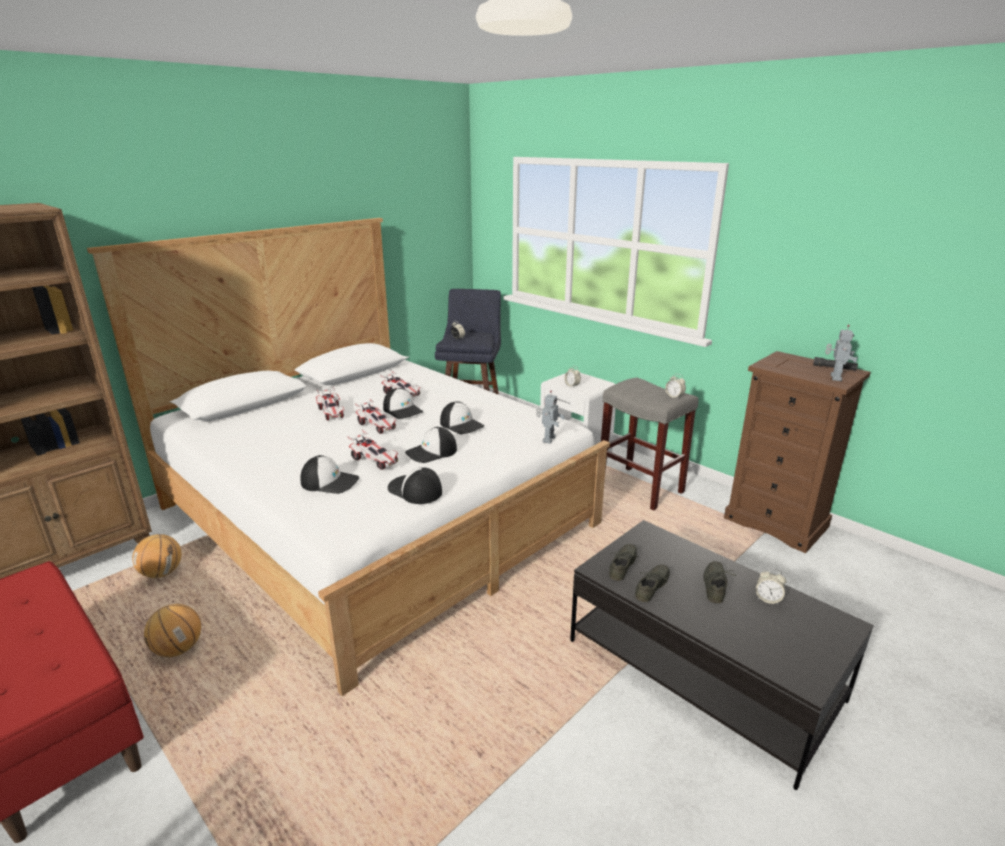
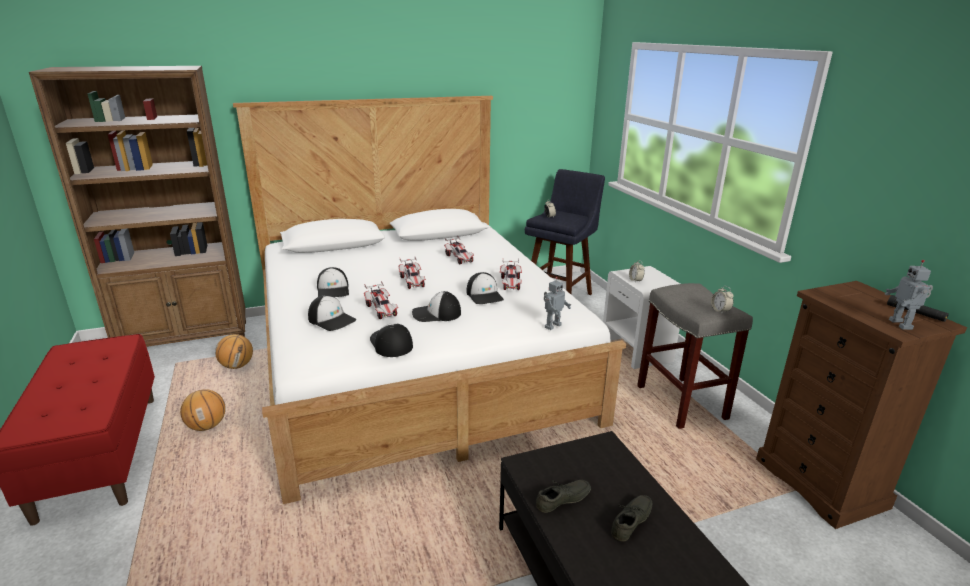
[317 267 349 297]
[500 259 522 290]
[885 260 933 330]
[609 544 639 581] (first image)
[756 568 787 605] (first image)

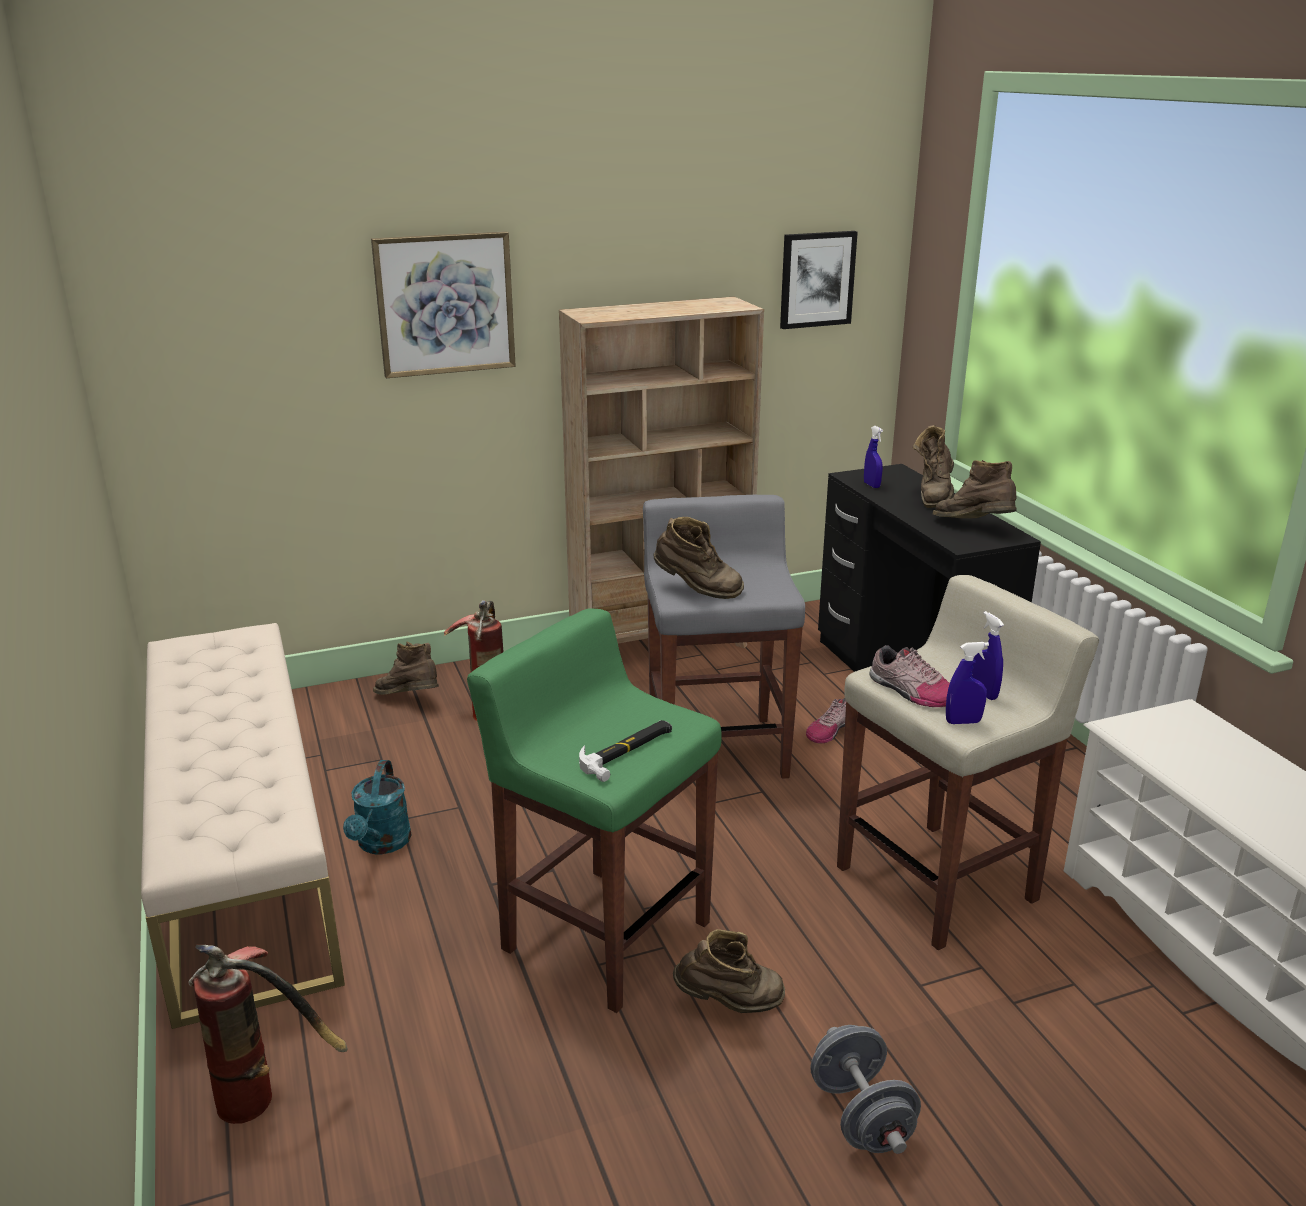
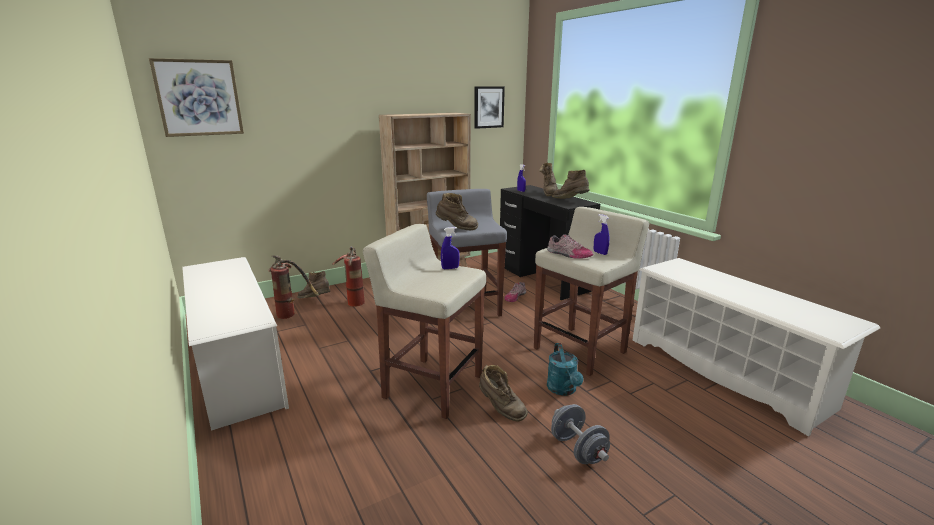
[149 58 244 137]
[182 257 289 431]
[268 256 319 319]
[363 224 486 419]
[441 227 460 269]
[479 365 528 422]
[547 343 584 396]
[579 720 672 782] (first image)

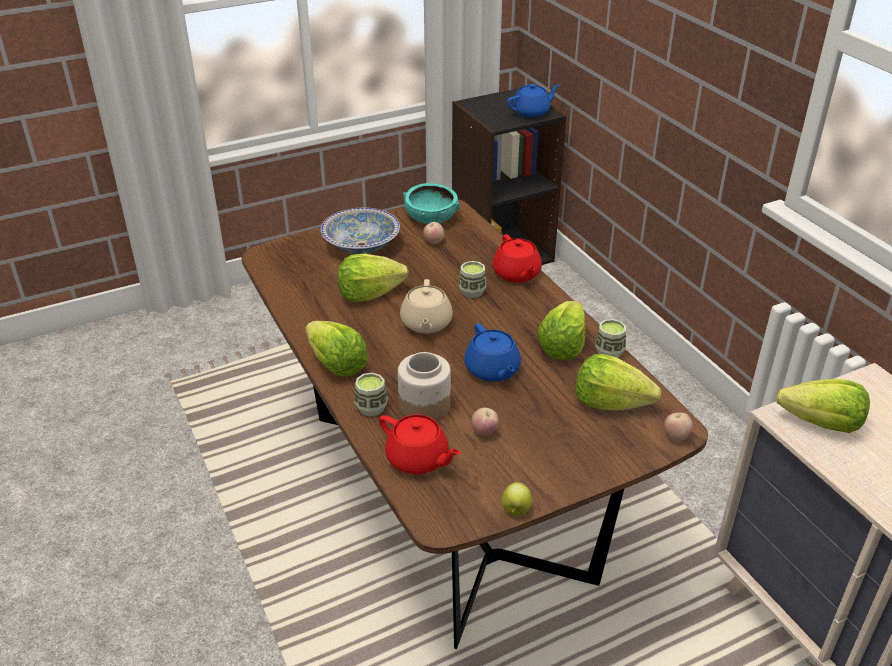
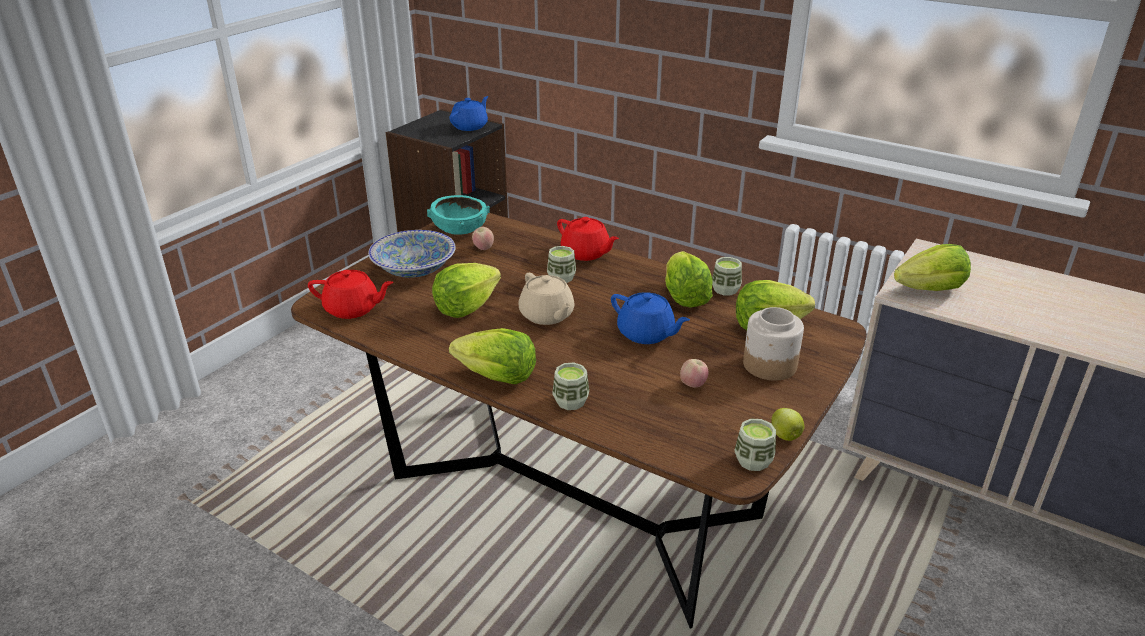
[308 270 394 319]
[734 419 776 471]
[743 307 804 381]
[664 413 693 441] (first image)

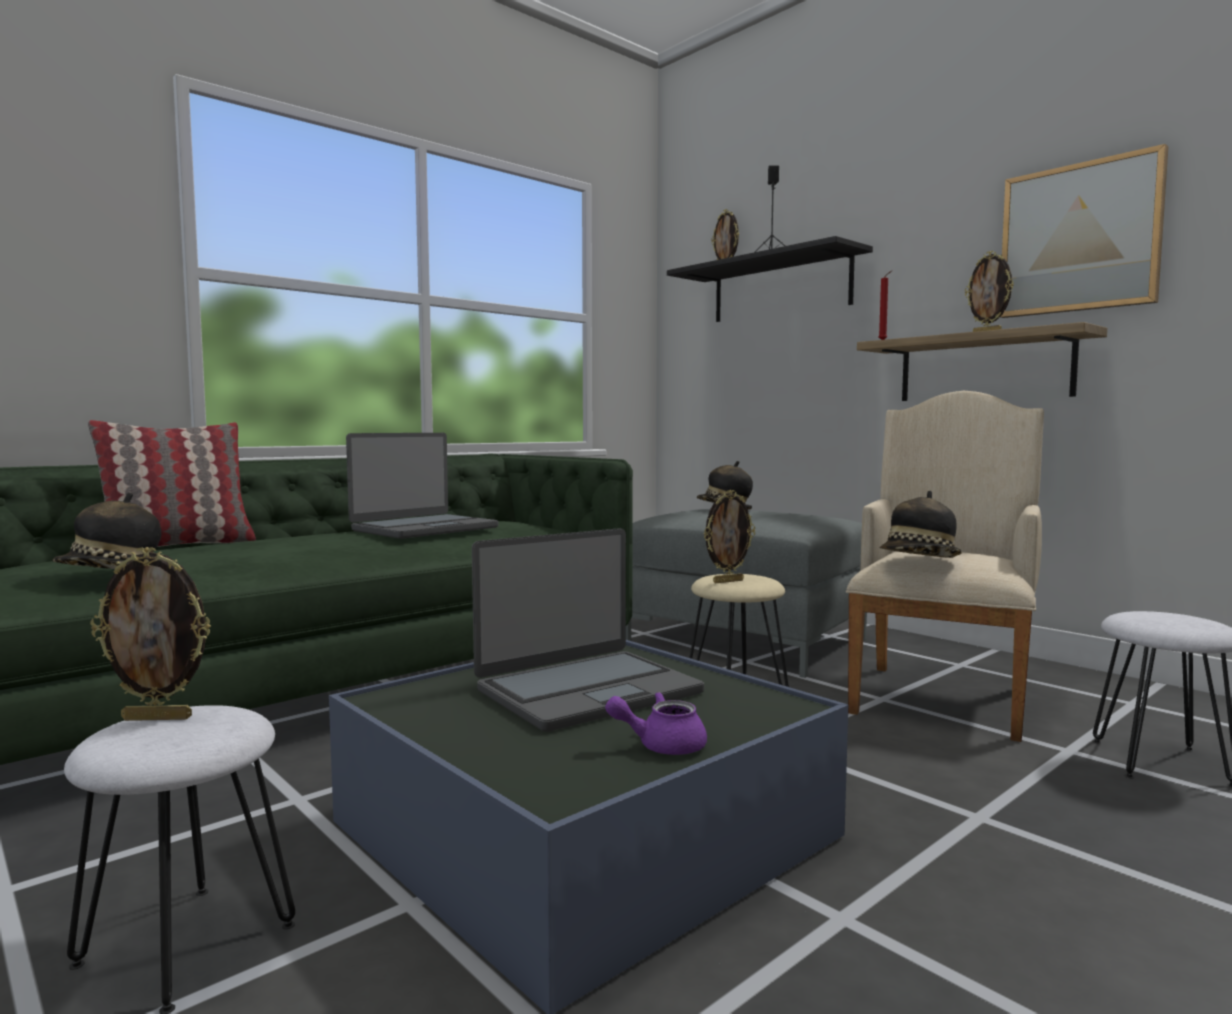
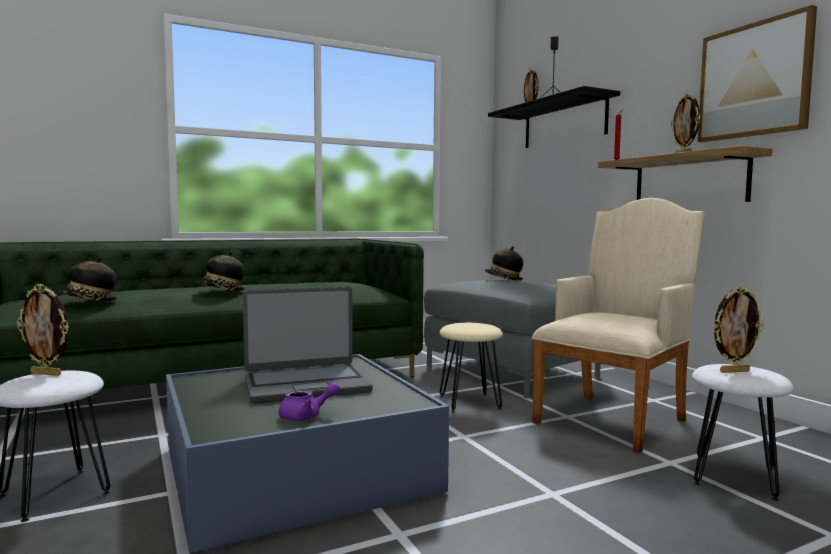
[197 252 245 291]
[279 382 340 421]
[713 286 764 373]
[88 420 256 547] (first image)
[346 433 499 539] (first image)

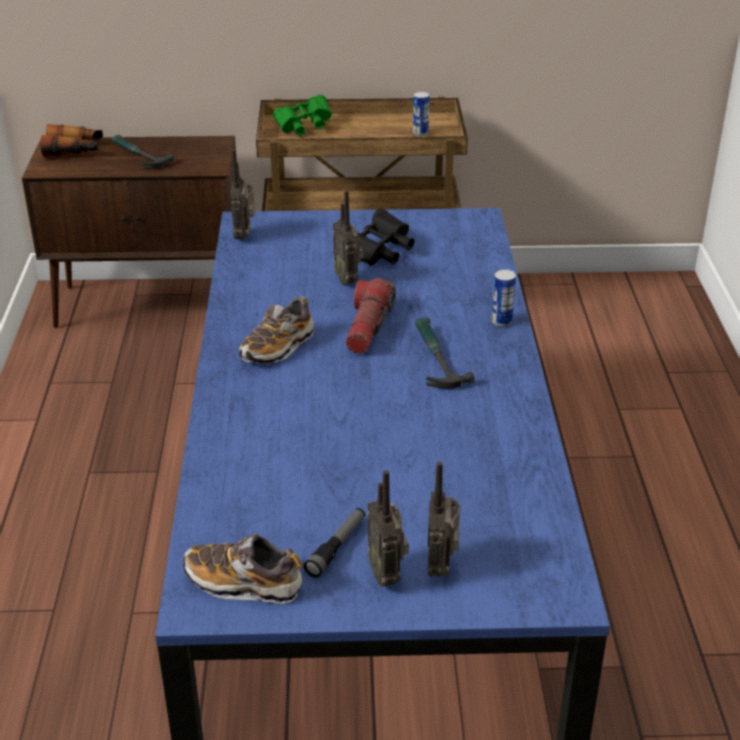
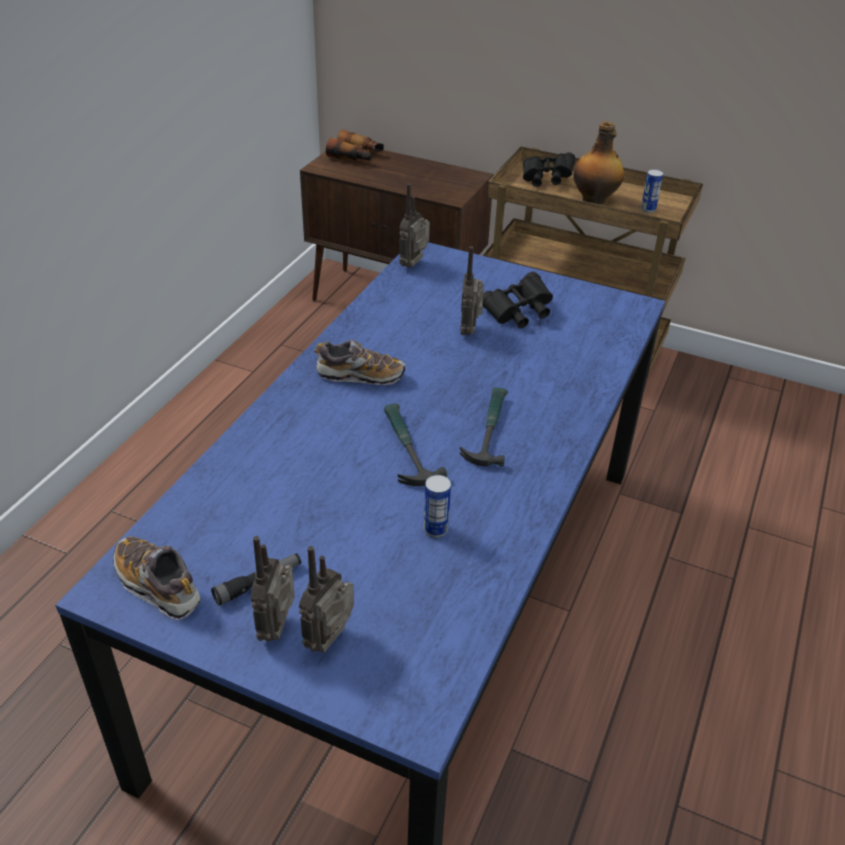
[314 340 406 385]
[384 404 447 486]
[424 475 451 538]
[523 152 575 187]
[573 121 624 205]
[345 278 396 354] (first image)

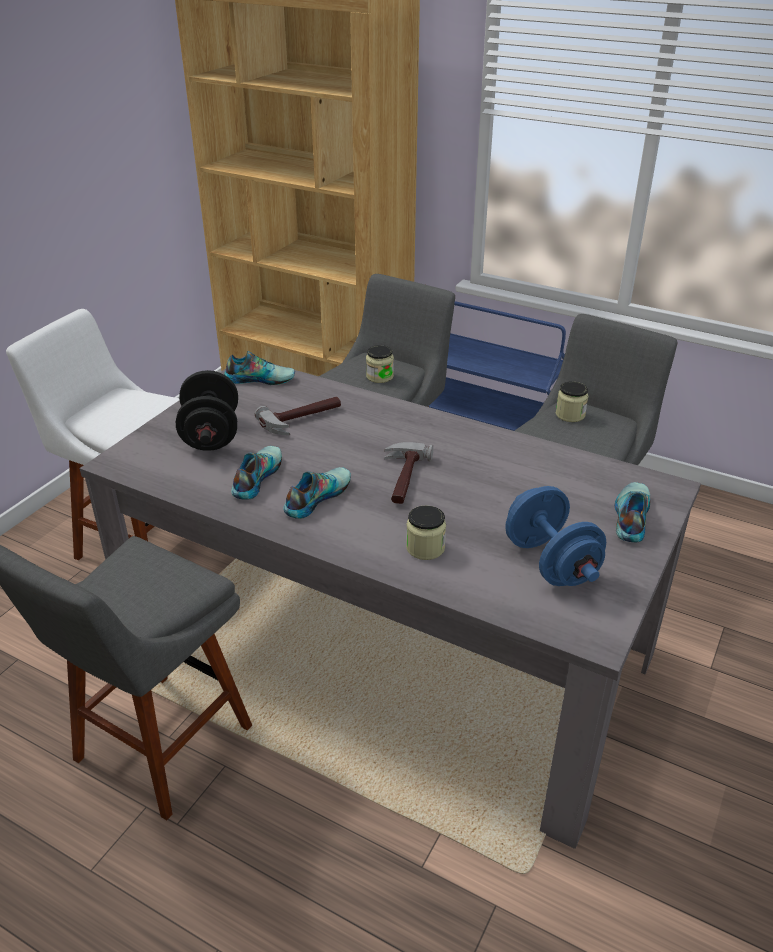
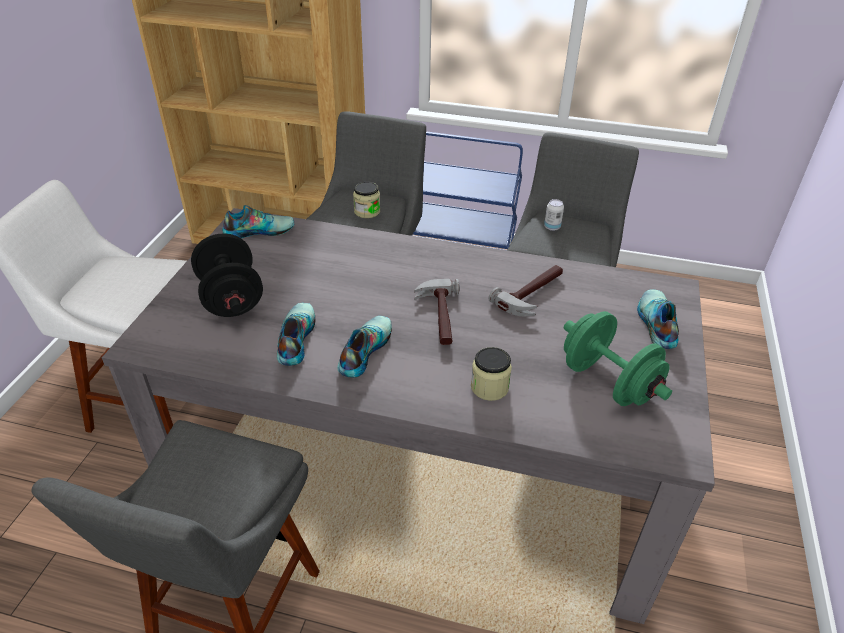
[489 265 563 316]
[544 199 564 231]
[564 311 672 406]

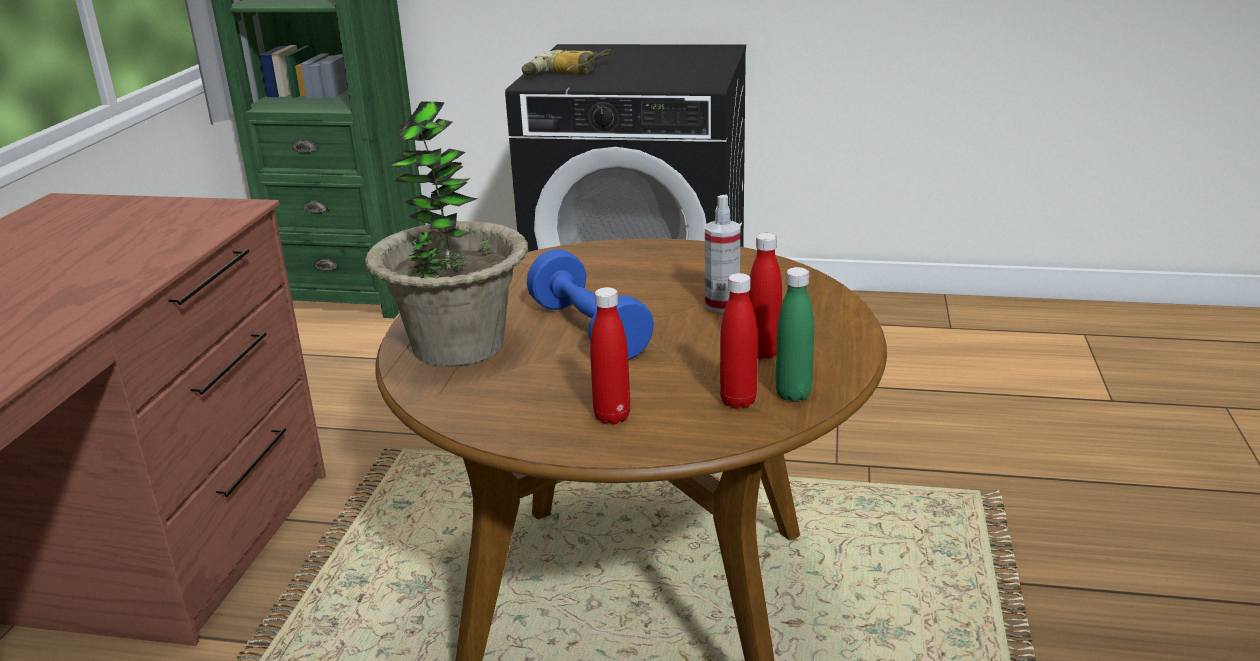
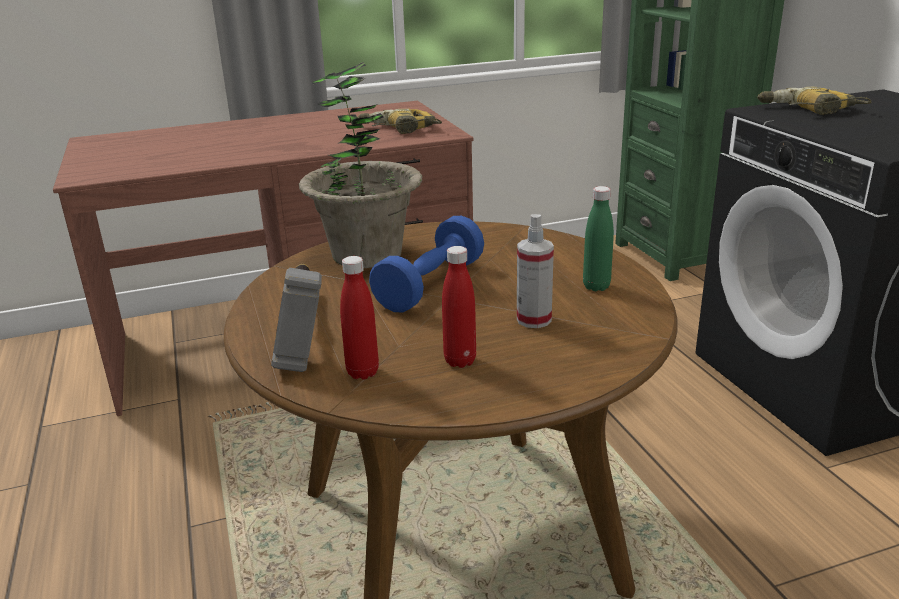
[271 264 322 372]
[358 108 442 134]
[583 186 614 291]

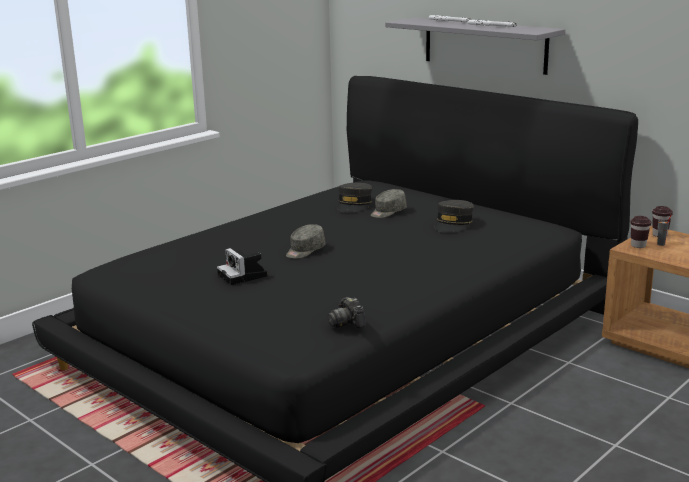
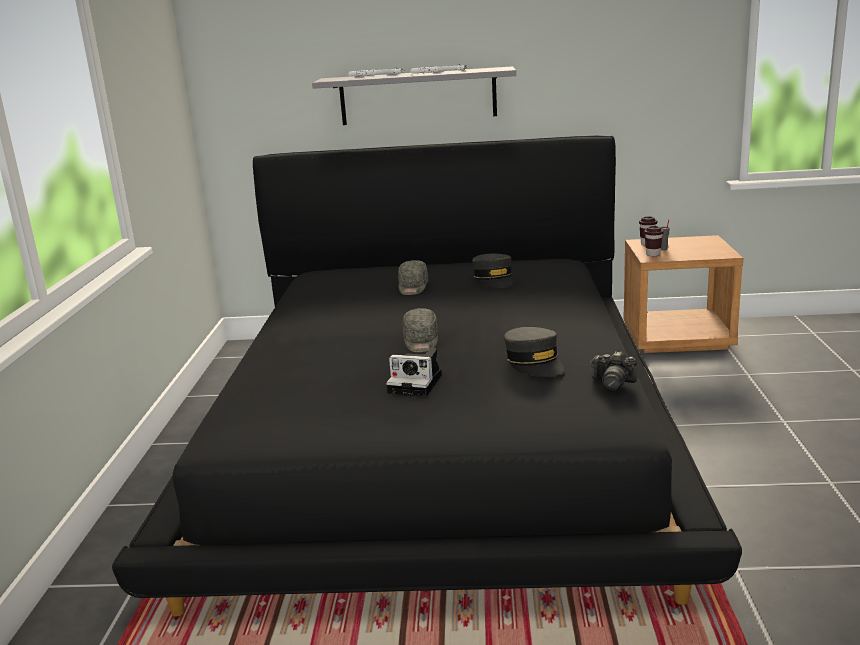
[504 327 564 377]

